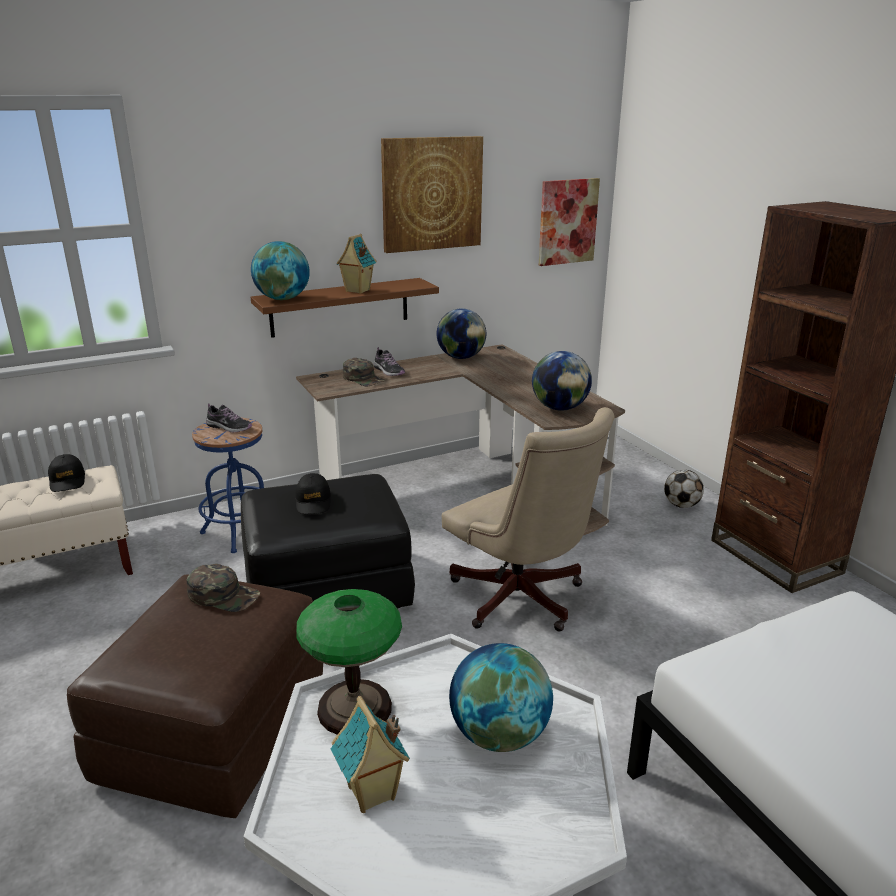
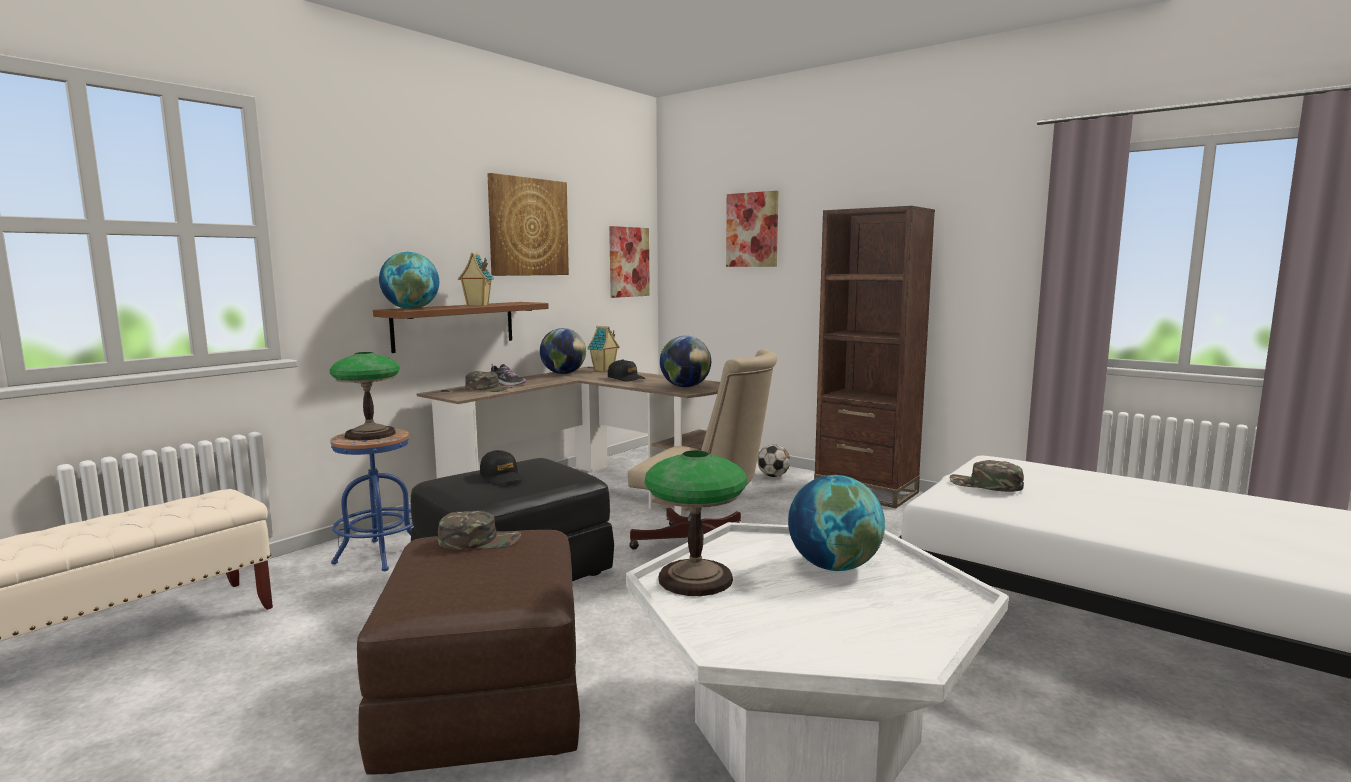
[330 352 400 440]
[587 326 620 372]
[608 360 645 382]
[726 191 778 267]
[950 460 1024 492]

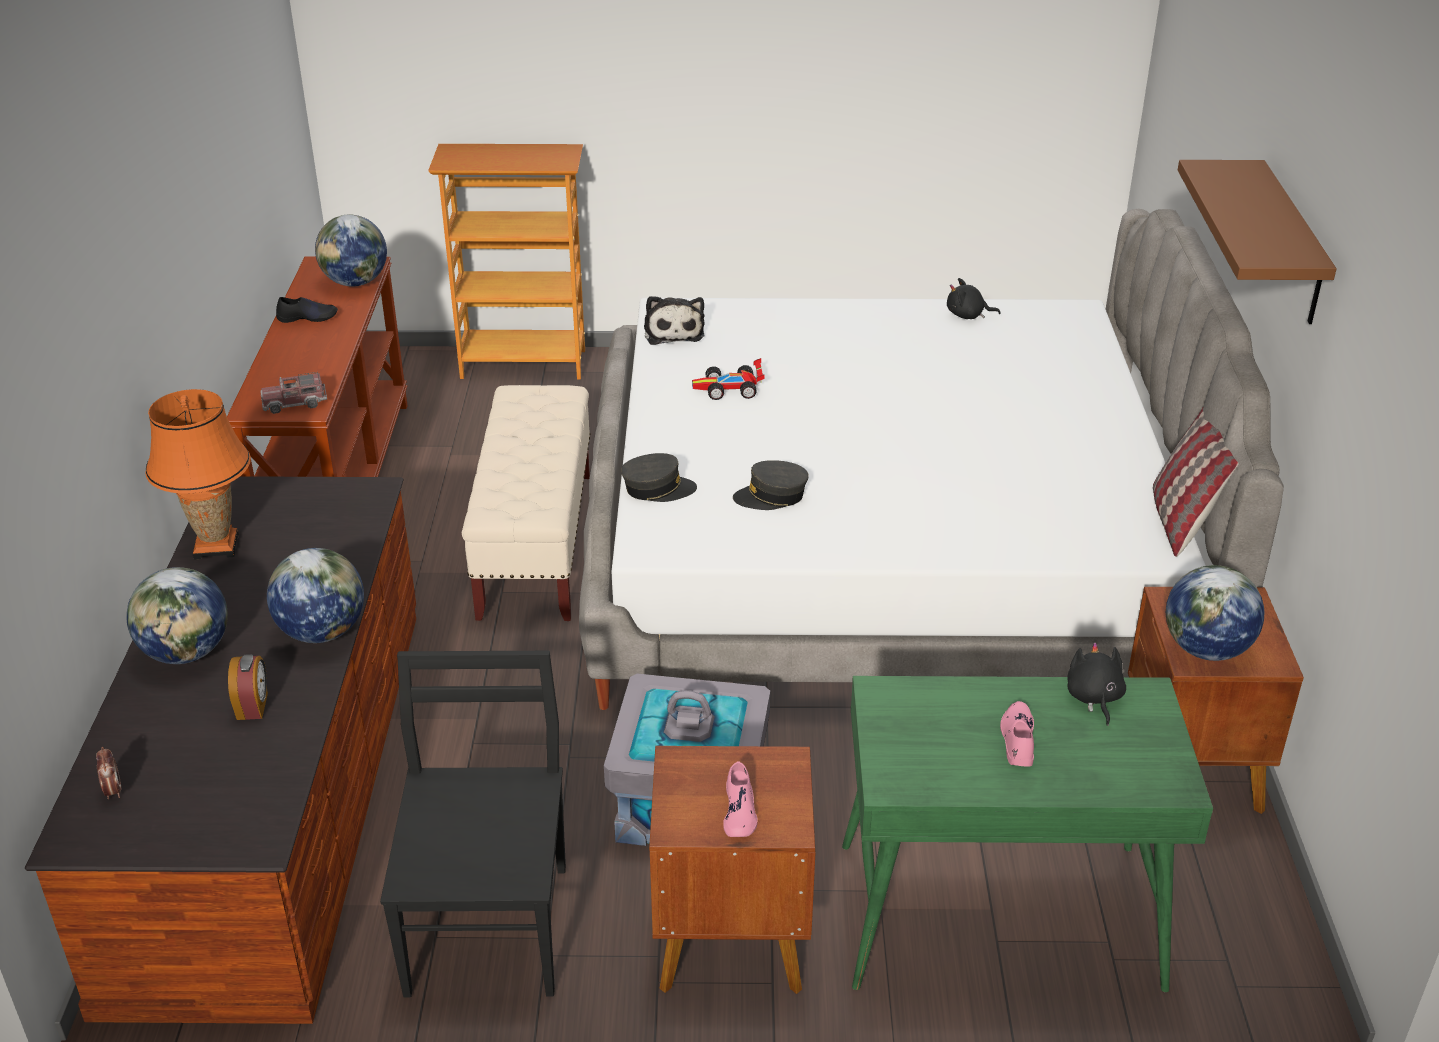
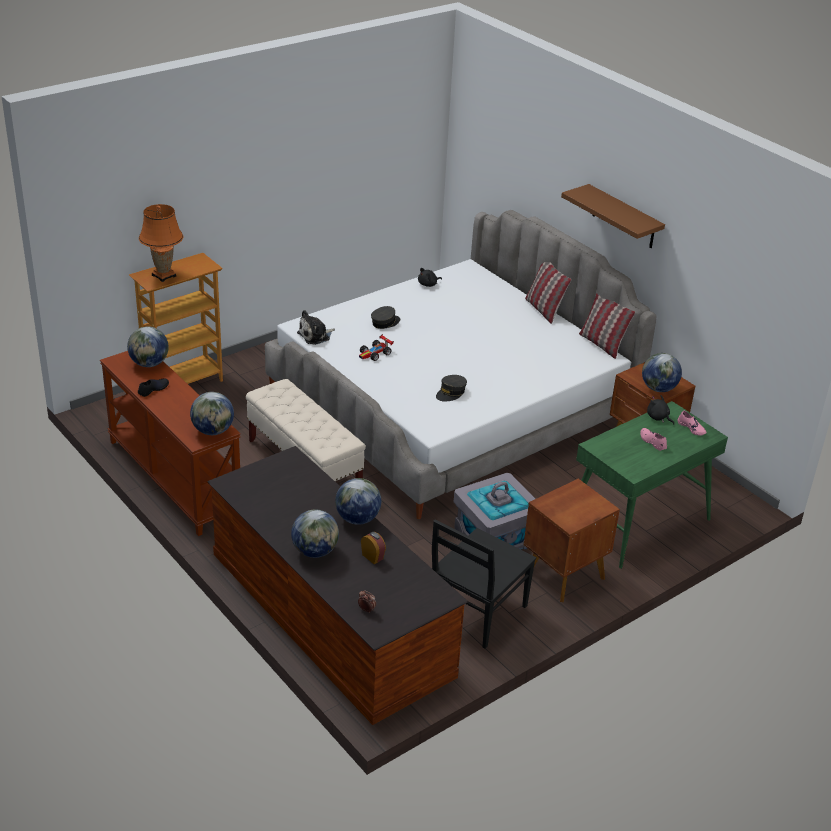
[139 204 183 282]
[190 392 234 435]
[297 310 335 345]
[371 306 400 329]
[432 520 536 649]
[525 262 571 324]
[678 411 707 436]

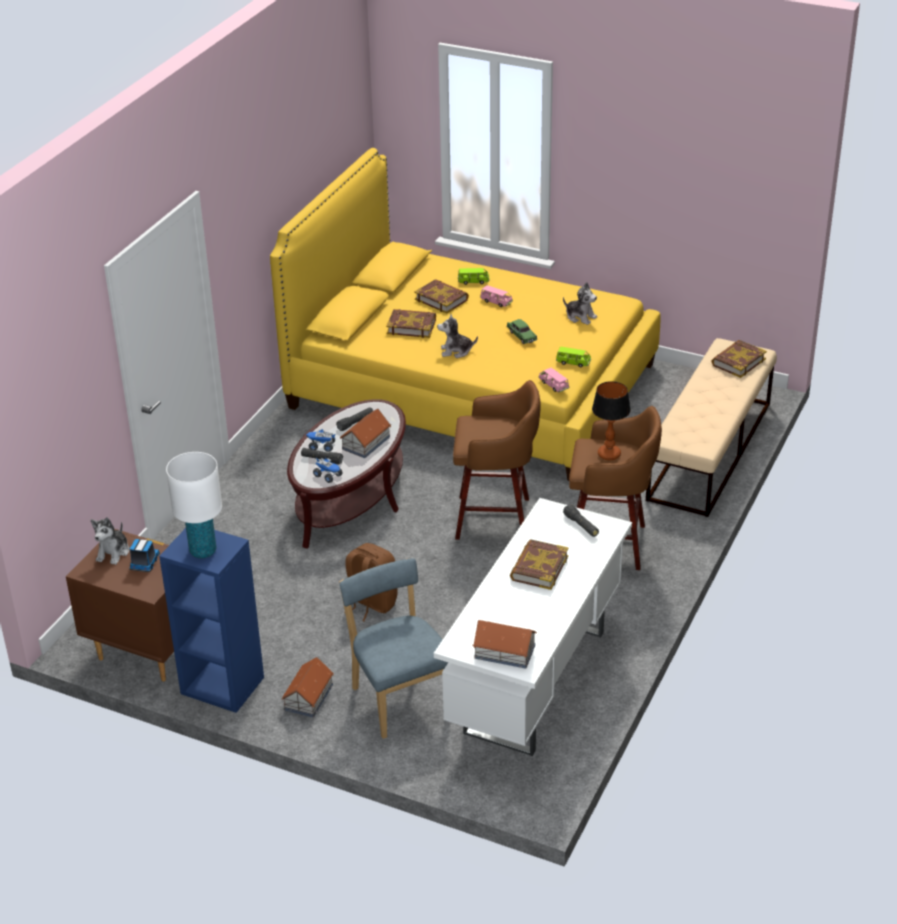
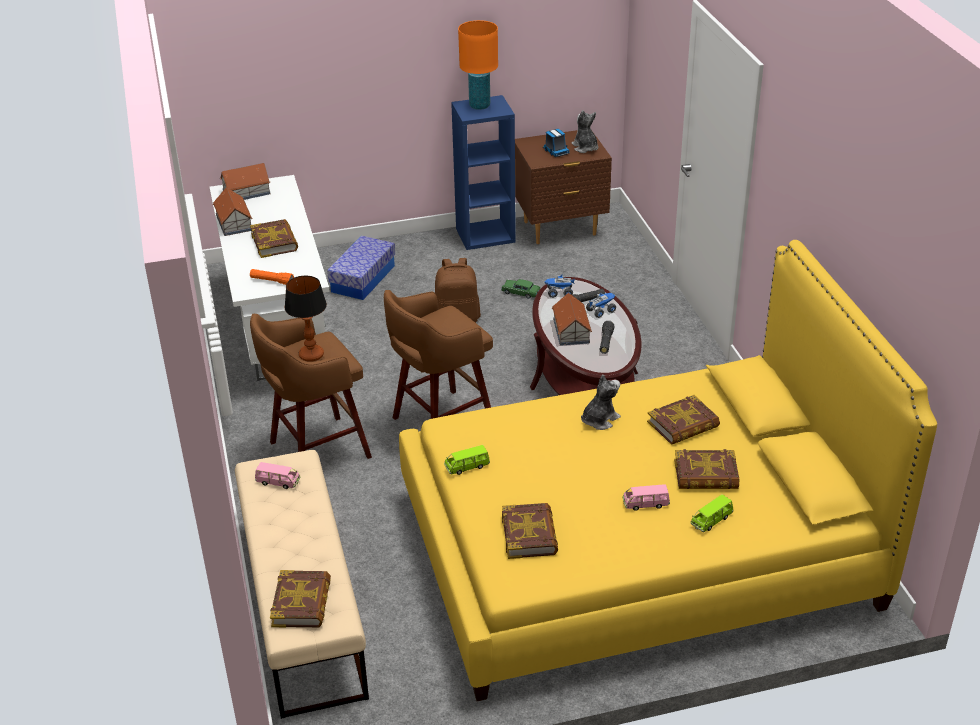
[213 187 253 236]
[250 269 294 285]
[255 462 300 489]
[327 236 395 300]
[458 20 498 110]
[501 279 540 299]
[502 503 558 559]

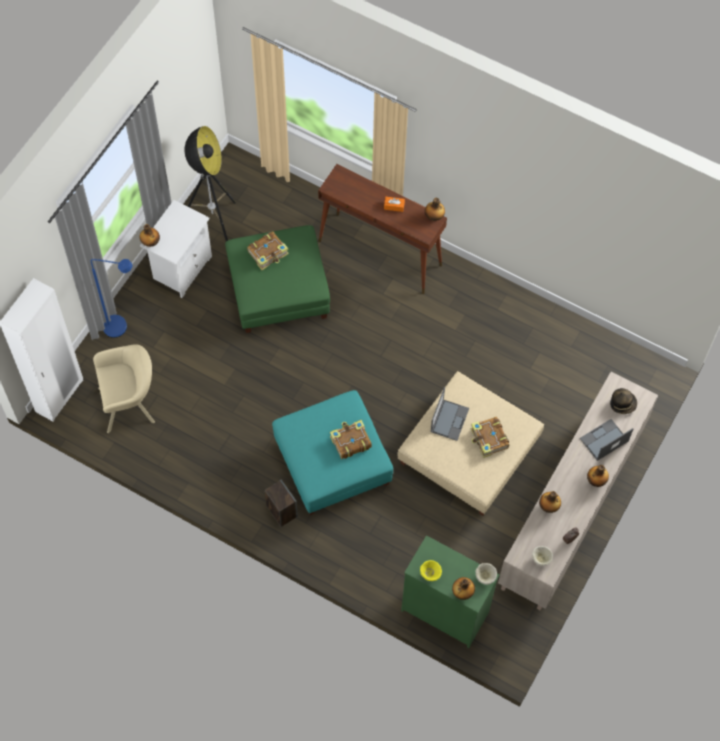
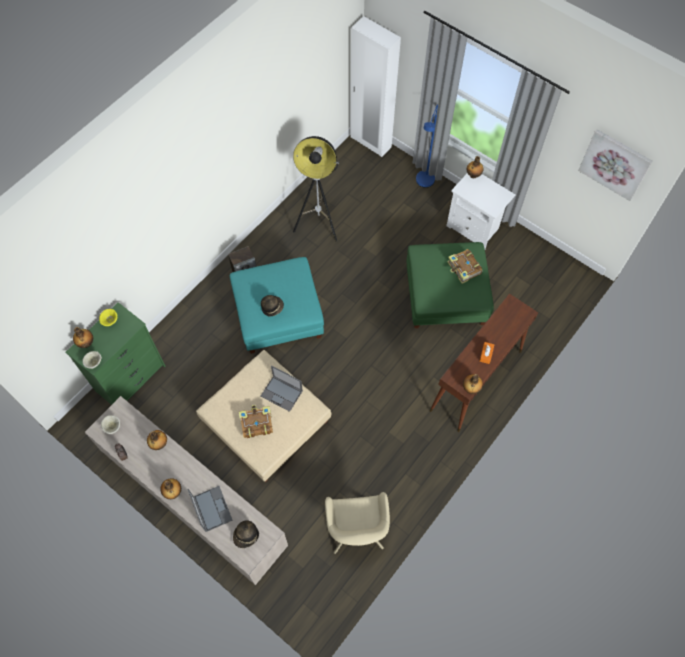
[261 295 284 316]
[293 136 339 241]
[325 492 390 554]
[578 129 653 201]

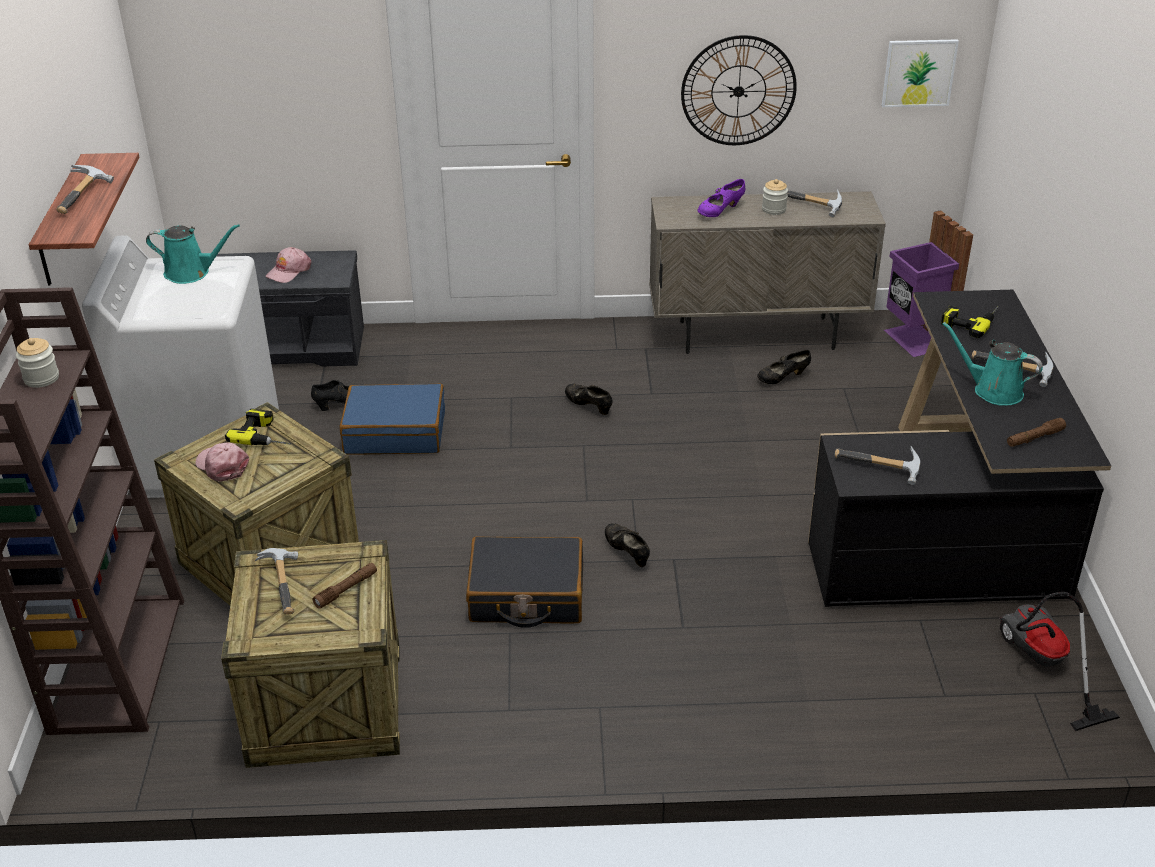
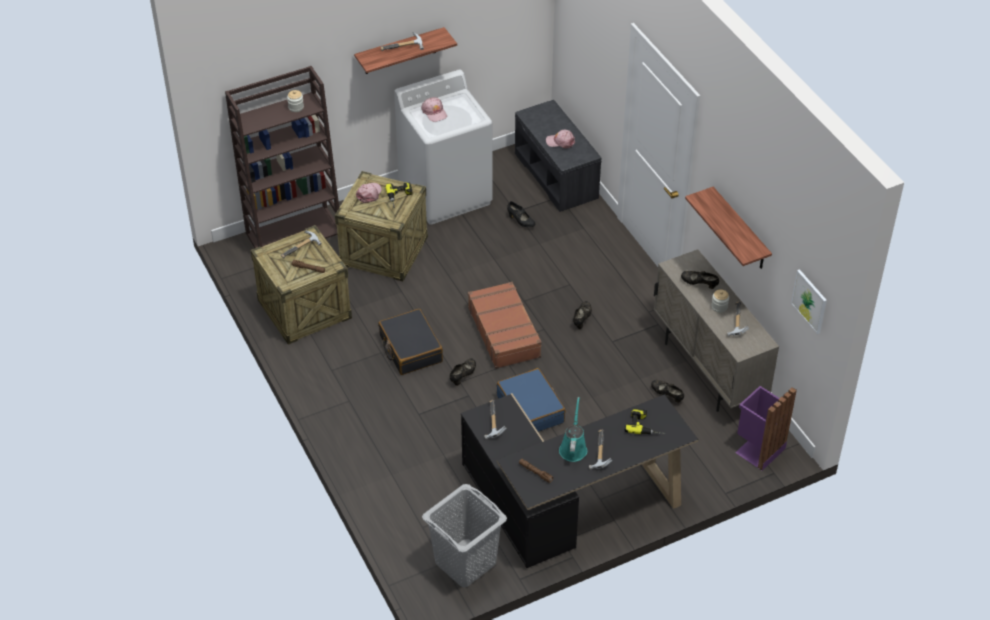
[421 97 447 122]
[422 484 507 587]
[468 282 542 369]
[497 368 566 432]
[681 271 719 289]
[685 187 772 269]
[146 224 240 284] (first image)

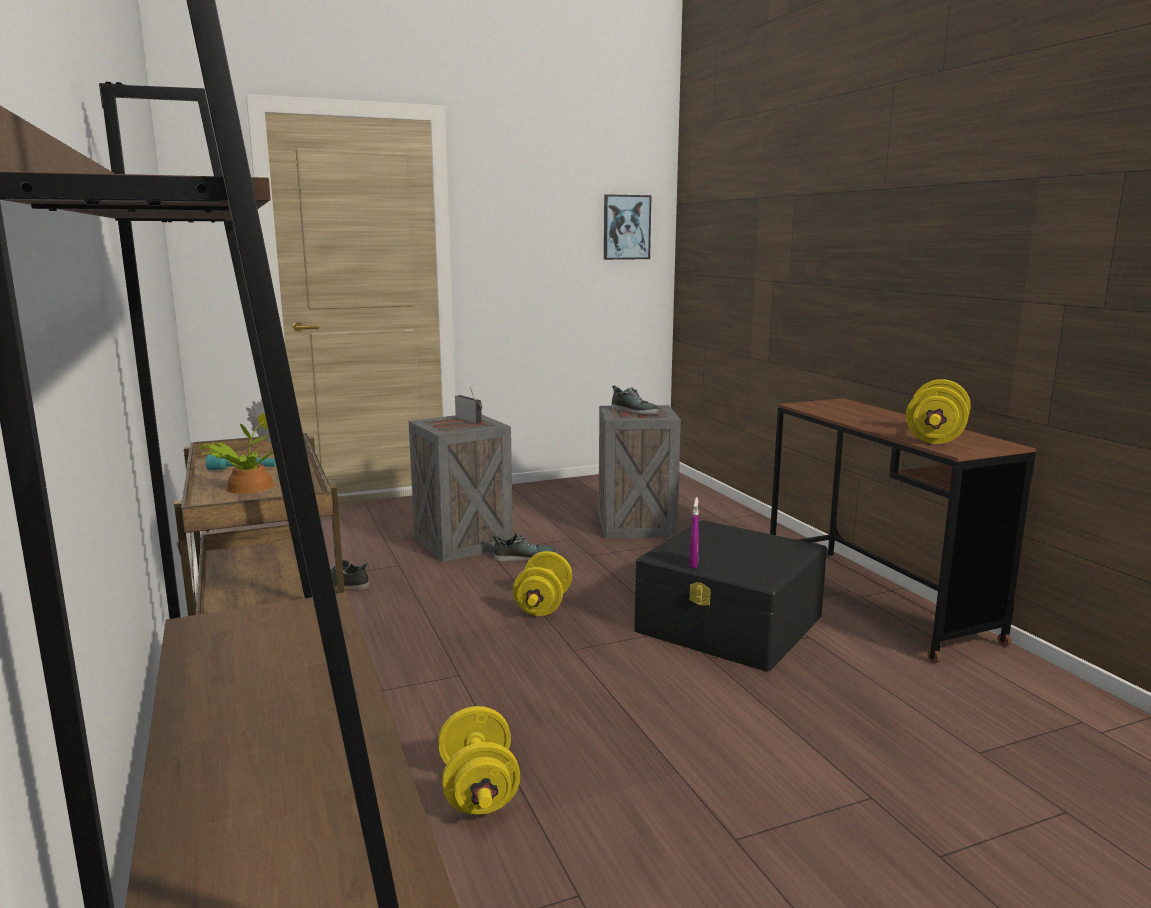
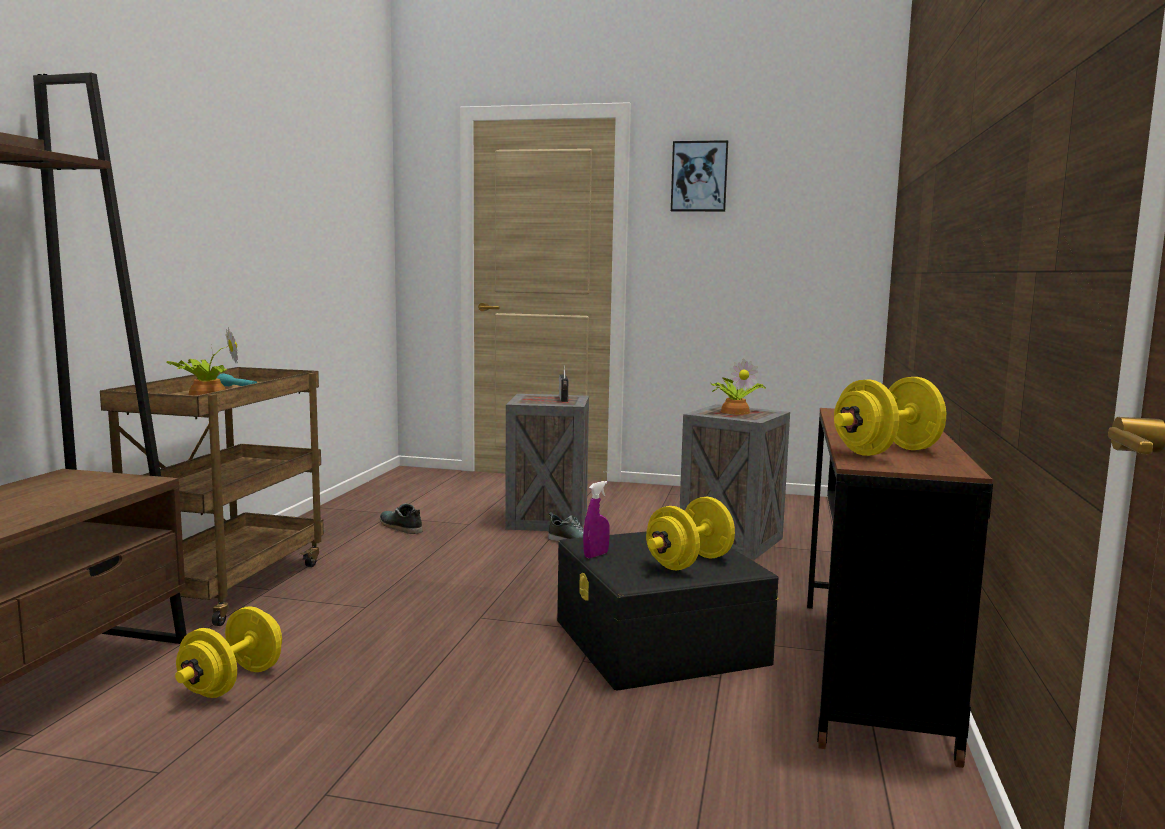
[646 497 735 570]
[671 140 728 212]
[711 359 767 415]

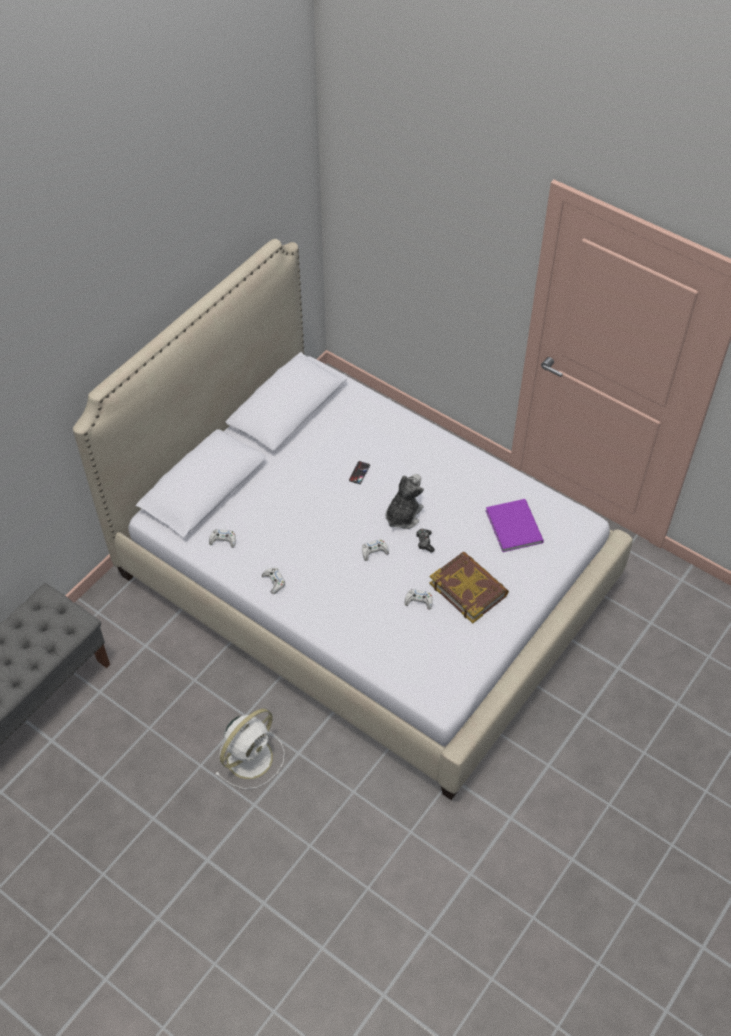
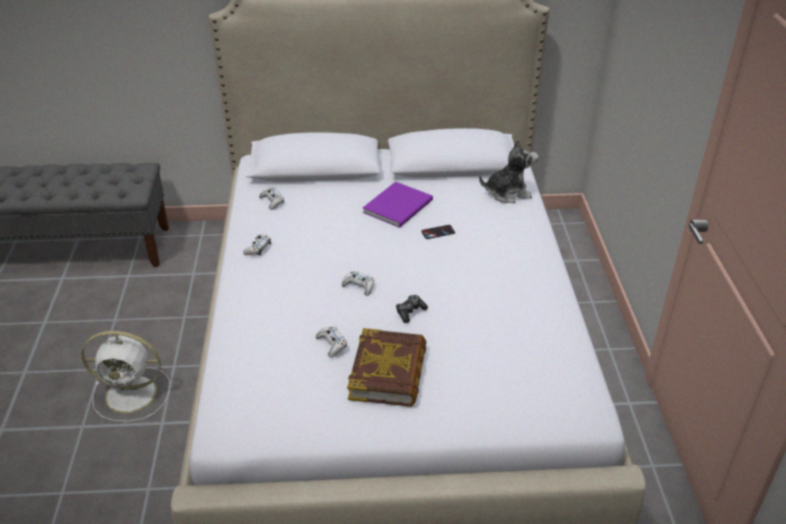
[363 182 433 228]
[479 139 539 203]

